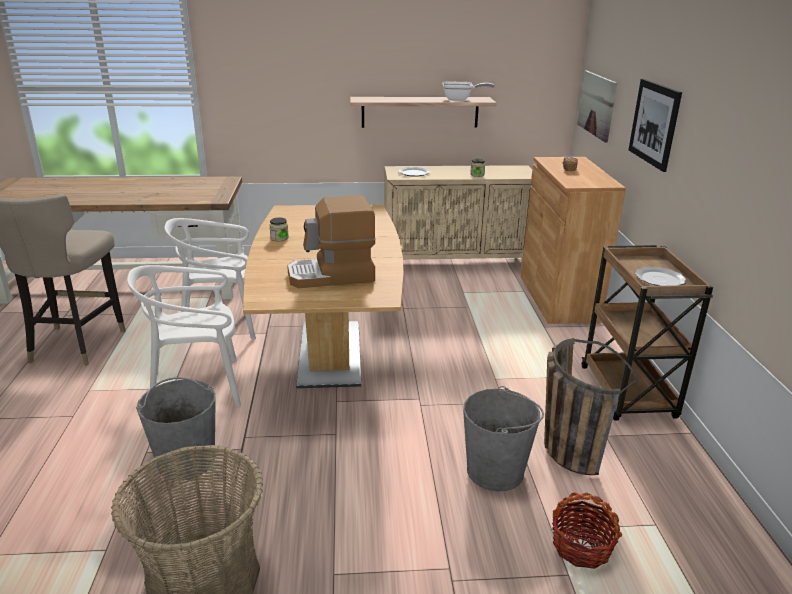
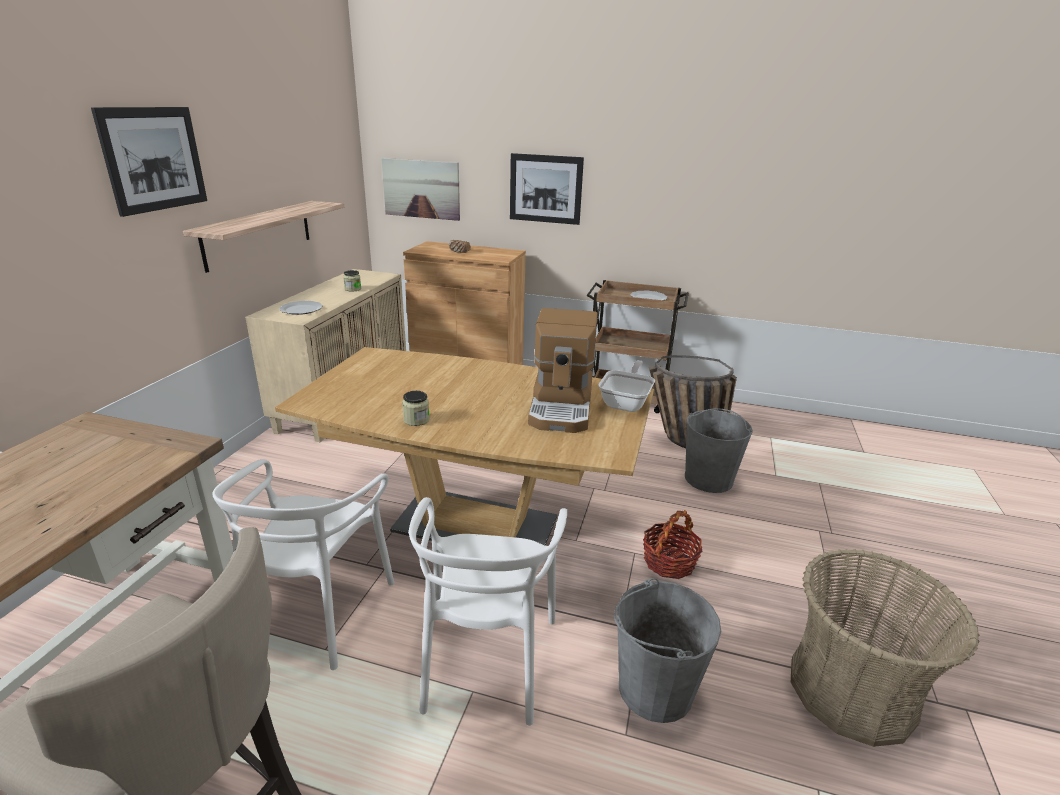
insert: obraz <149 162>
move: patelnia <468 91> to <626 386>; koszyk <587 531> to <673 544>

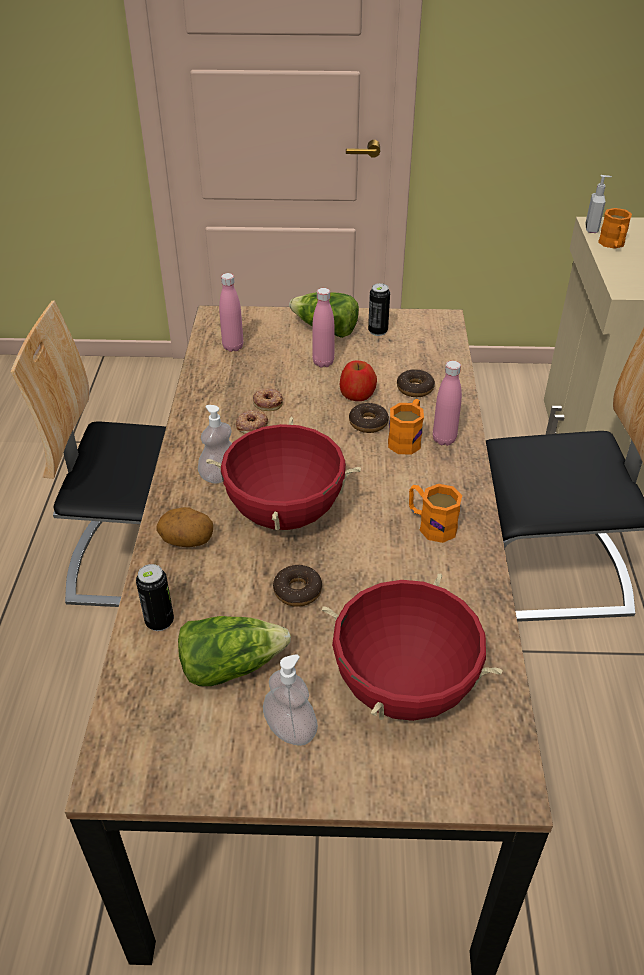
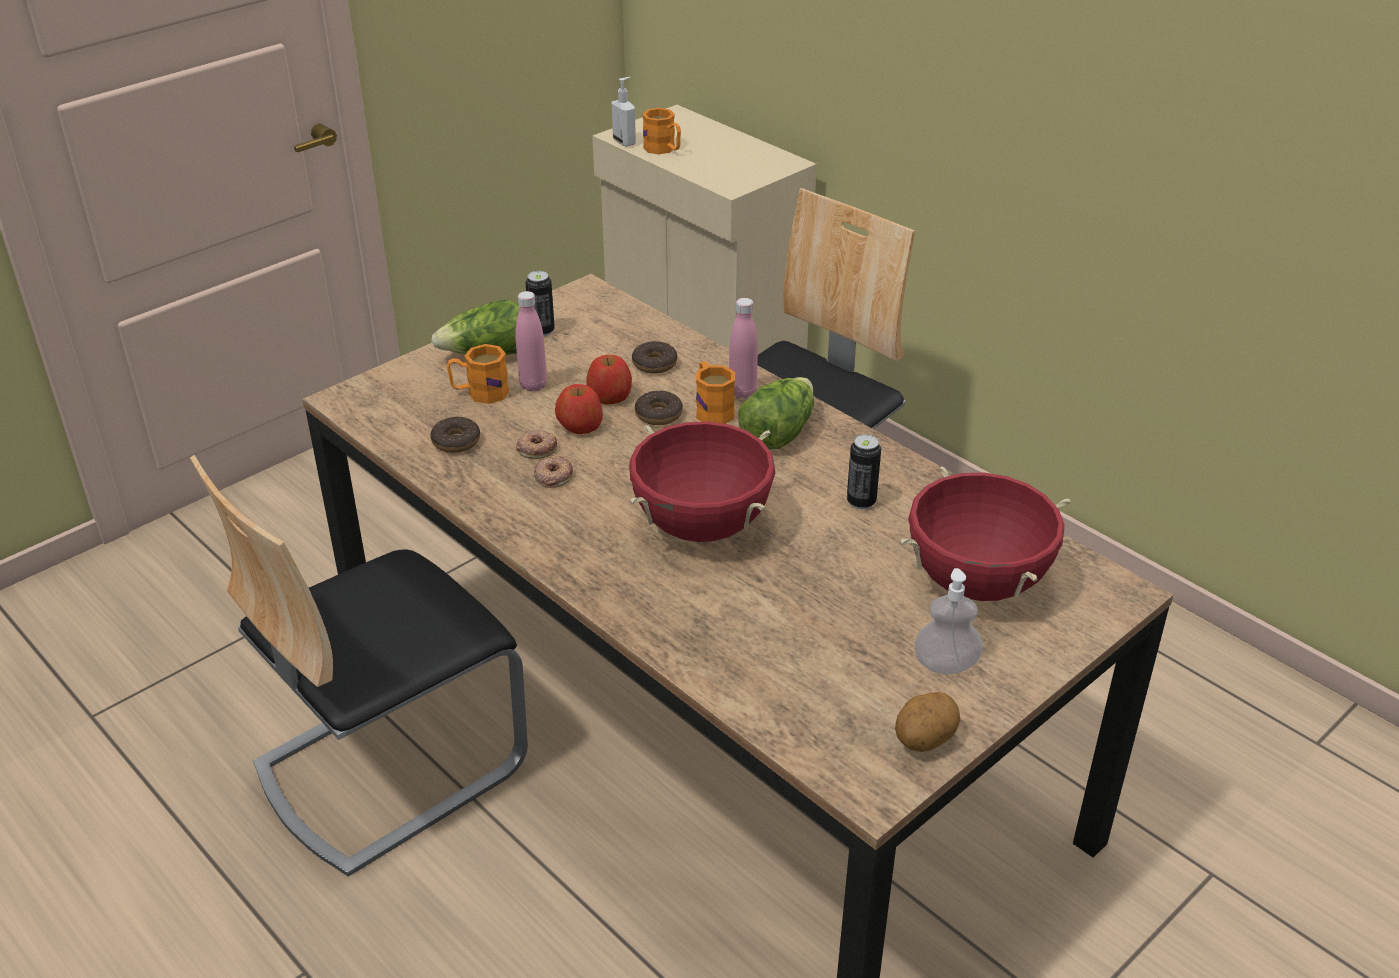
delete: dozownik mydła <215 444>; butelka [różowy] <231 312>
insert: jabłko <579 409>
move: puszka <155 597> to <864 472>; ziemniak <184 527> to <927 722>; sałata <234 651> to <776 413>; donut <297 586> to <455 434>; kubek [pomarańczowy] <435 513> to <478 374>

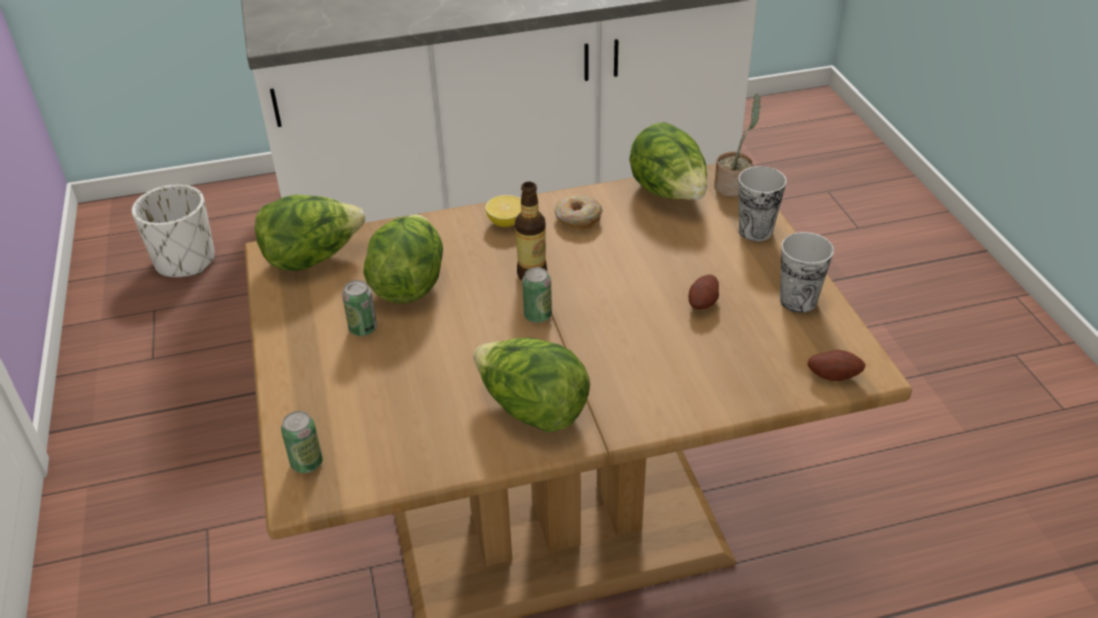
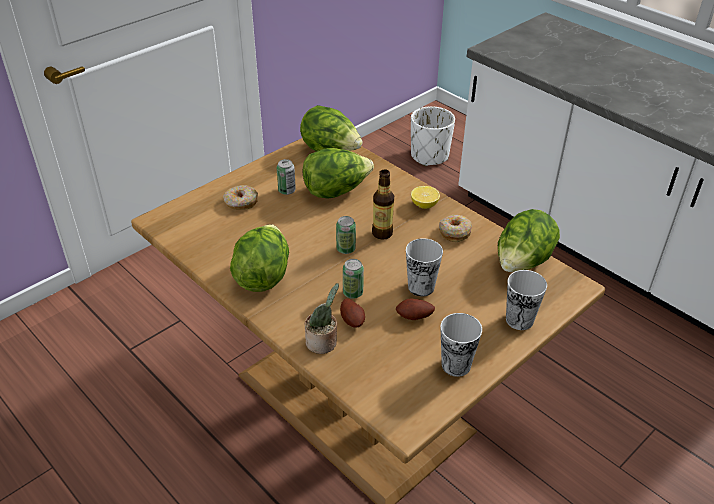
insert: donut <240 197>; filiżanka <424 267>
move: puszka <302 442> to <353 279>; roślina doniczkowa <737 145> to <322 318>; ziemniak <837 365> to <352 313>

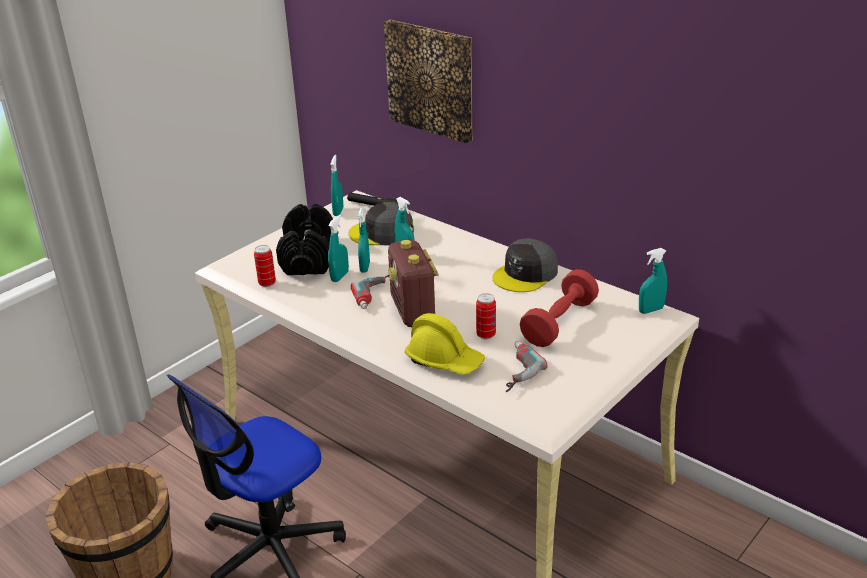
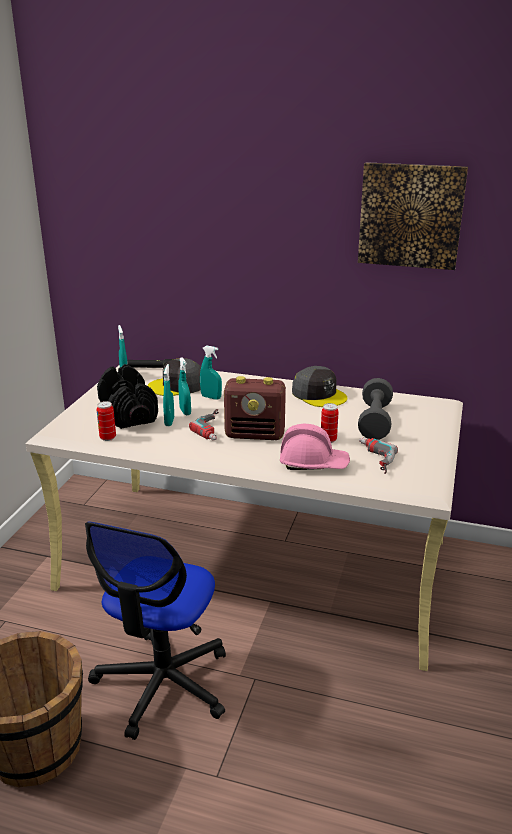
delete: spryskiwacz [turkusowy] <653 281>
move: obraz <428 81> to <413 216>
recolor: kask [żółty] <445 344> to kask [różowy] <315 447>; hantel [czerwony] <559 308> to hantel [szary] <375 409>
rotate: radio <413 283> = <255 408> 45 degrees counterclockwise; czapka z daszkiem [szary] <525 265> = <319 386> 60 degrees counterclockwise

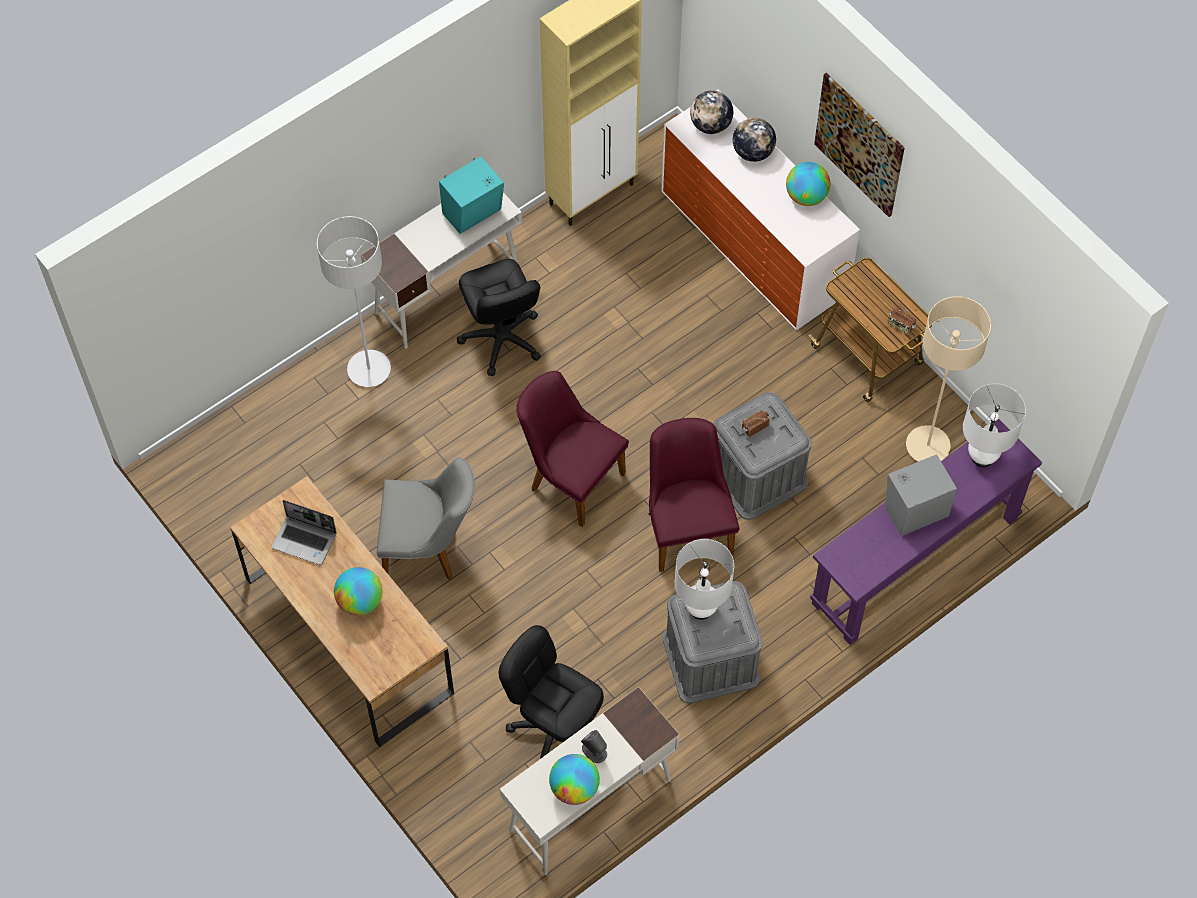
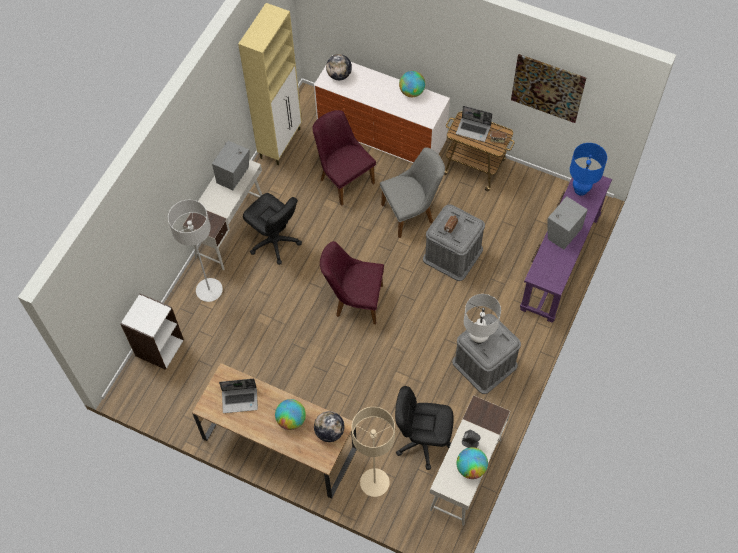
insert: regał [biały] <152 331>; laptop <474 124>
move: krzesło [szary] <426 518> to <412 192>; krzesło [fioletowy] <694 495> to <344 158>; globus <754 140> to <329 426>; obraz <859 145> to <548 88>; lampa stojąca [beżowy] <948 379> to <373 452>
recolor: głośnik [turkusowy] <471 195> to głośnik [szary] <231 165>; lampa stołowa [biały] <994 425> to lampa stołowa [niebieski] <588 169>

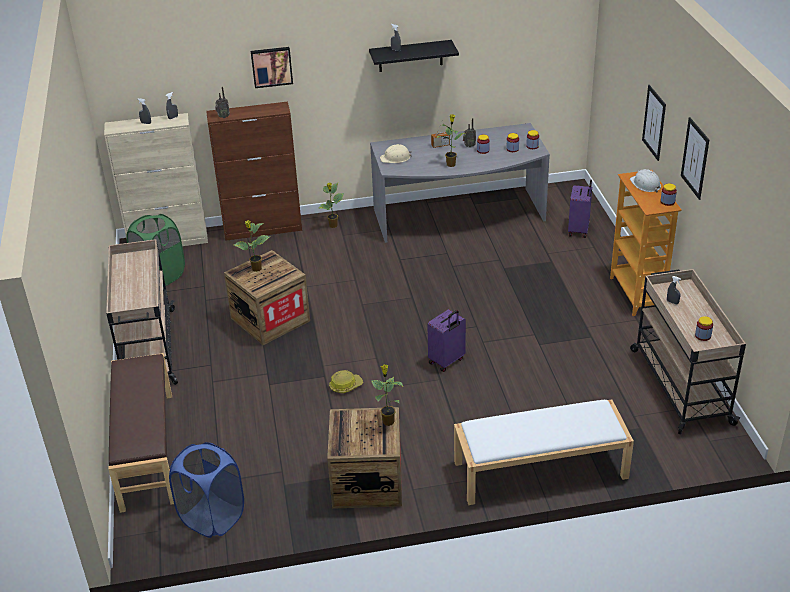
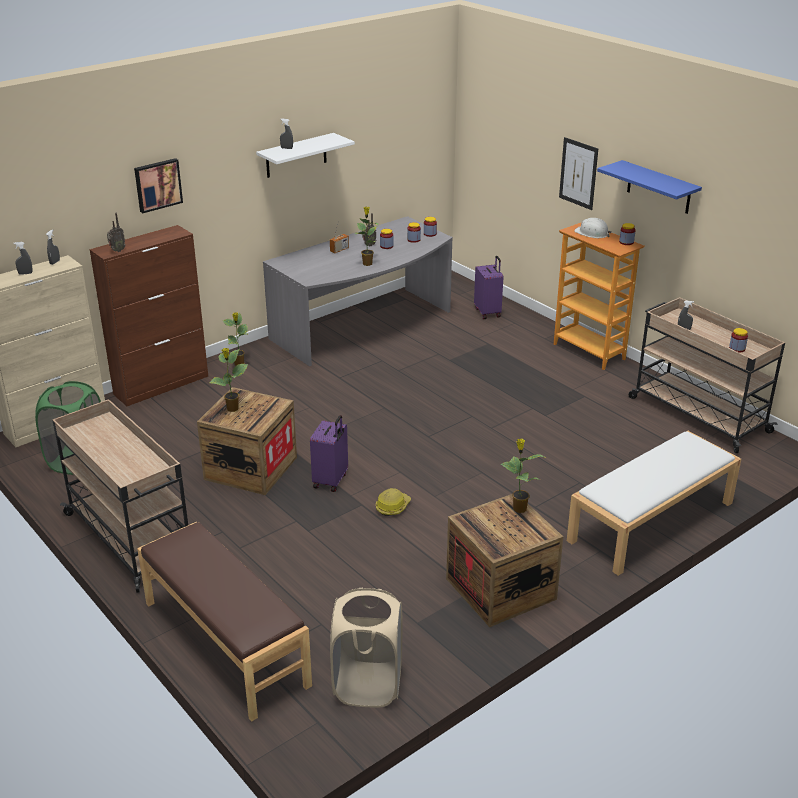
delete: kask [beżowy] <396 153>
move: walizka [fioletowy] <446 340> to <329 453>
replace: obraz <695 158> to półka [niebieski] <649 187>
recolor: kosz na pranie [niebieski] <206 490> to kosz na pranie [beżowy] <366 647>; półka [czarny] <414 56> to półka [biały] <305 155>

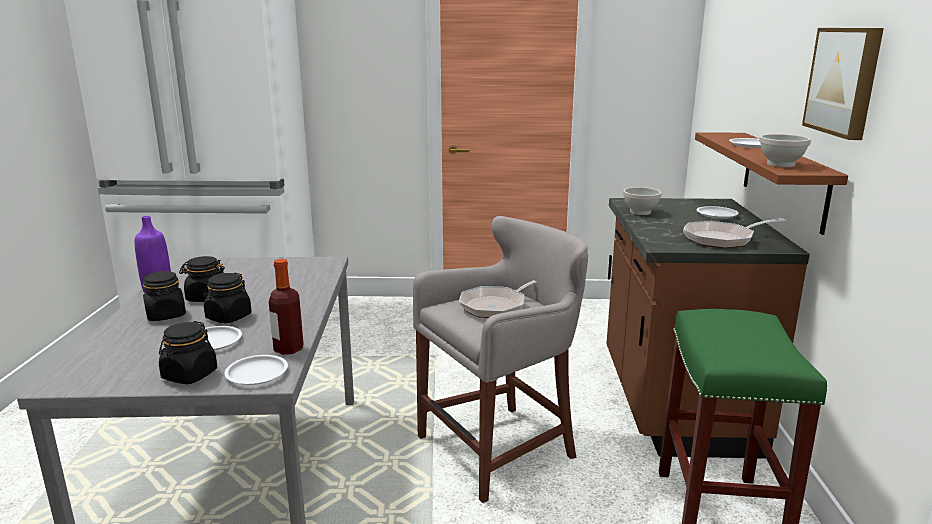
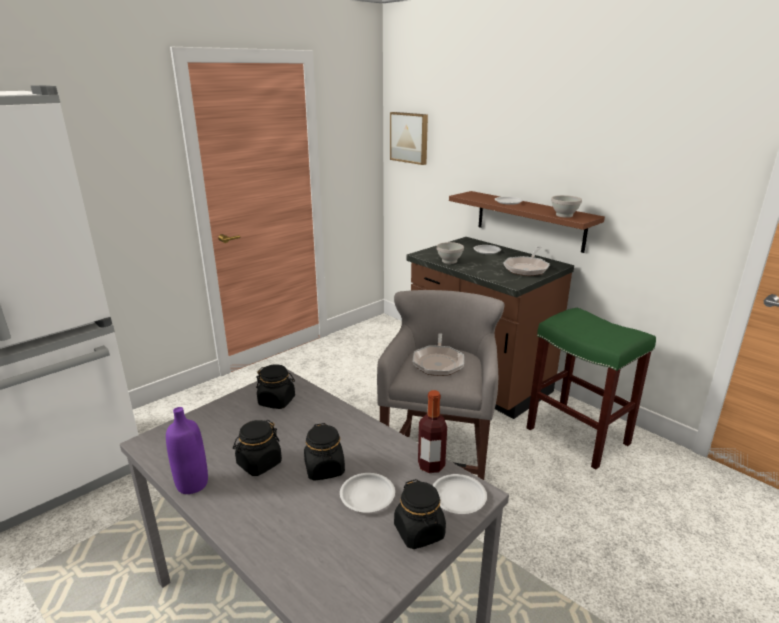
move: słoik [czarny] <164 296> to <275 386>; obraz <843 84> to <409 138>

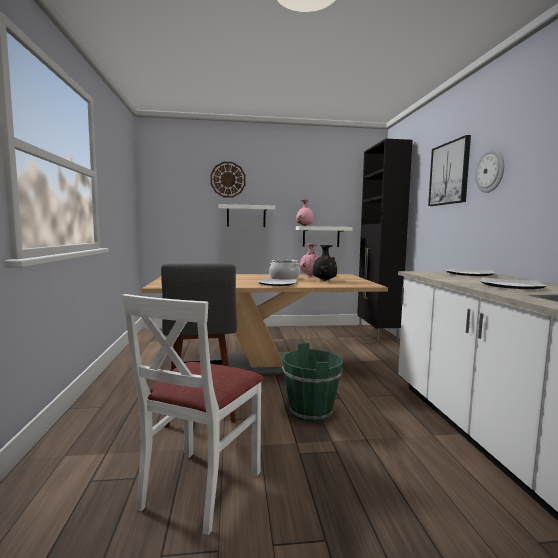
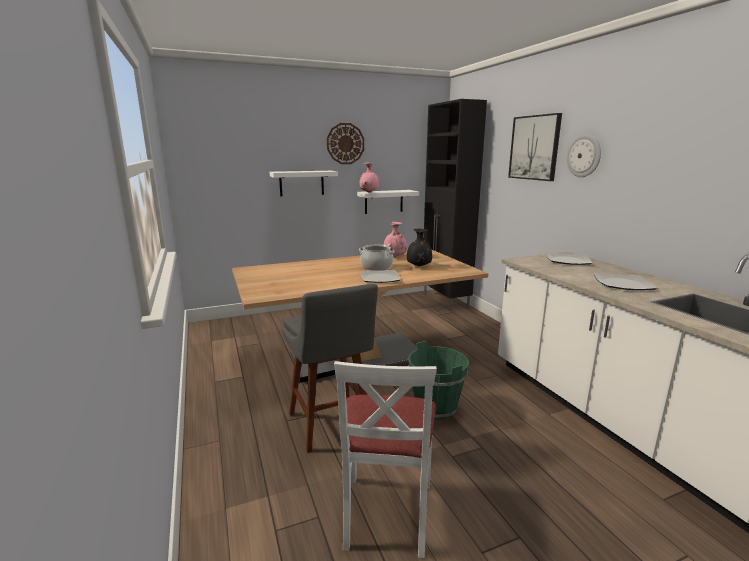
move: zegar ścienny <228 180> to <345 143>

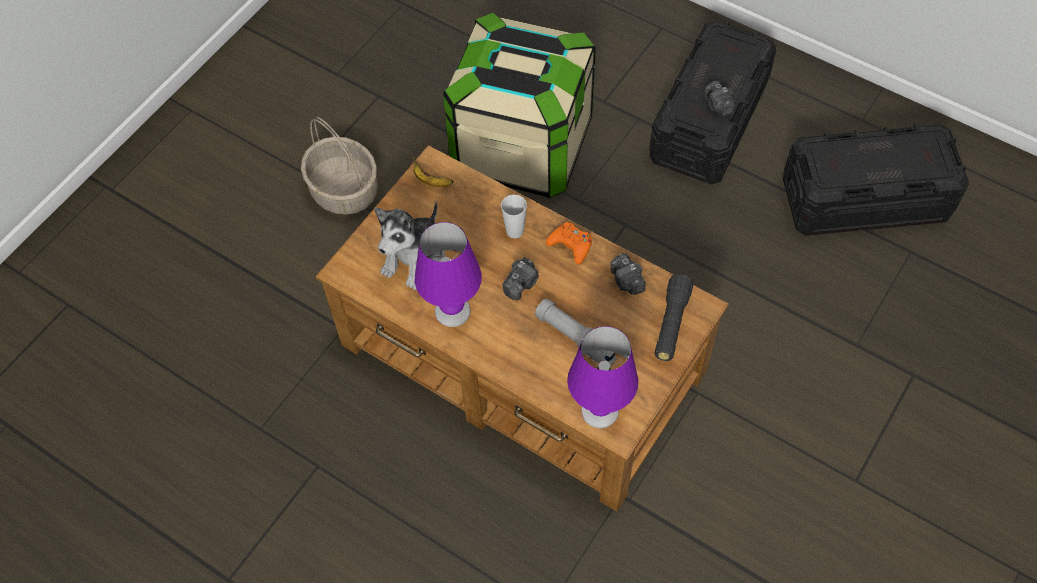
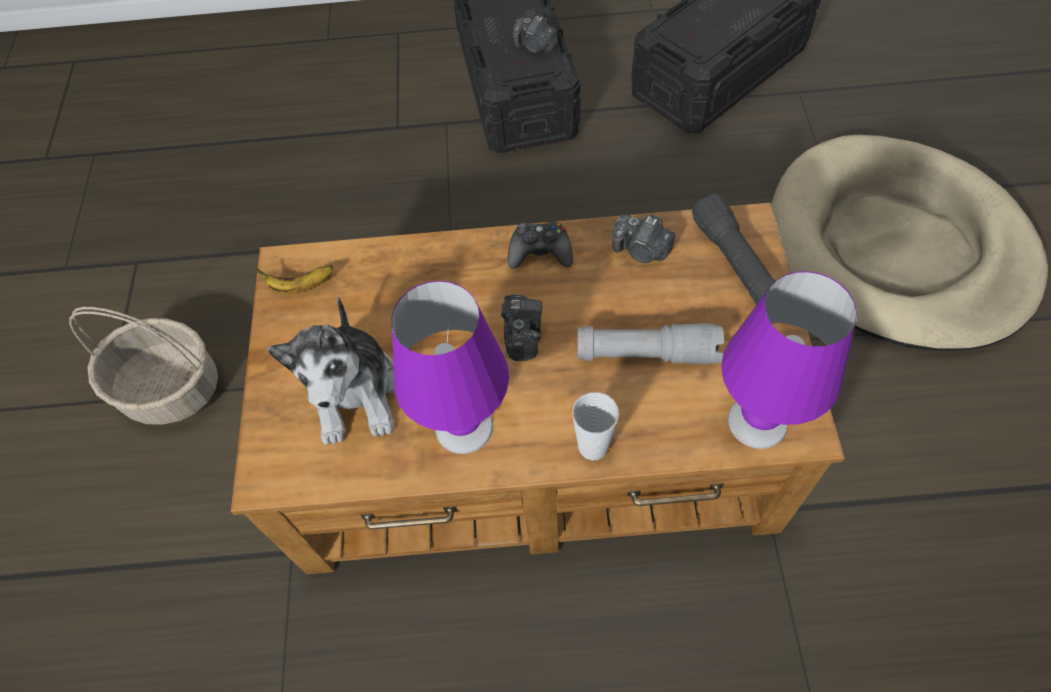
delete: pojemnik do przechowywania <519 105>
insert: legowisko [beżowy] <909 243>
move: filiżanka <514 216> to <595 426>
recolor: pad do gier [pomarańczowy] <569 243> to pad do gier [czarny] <540 245>

